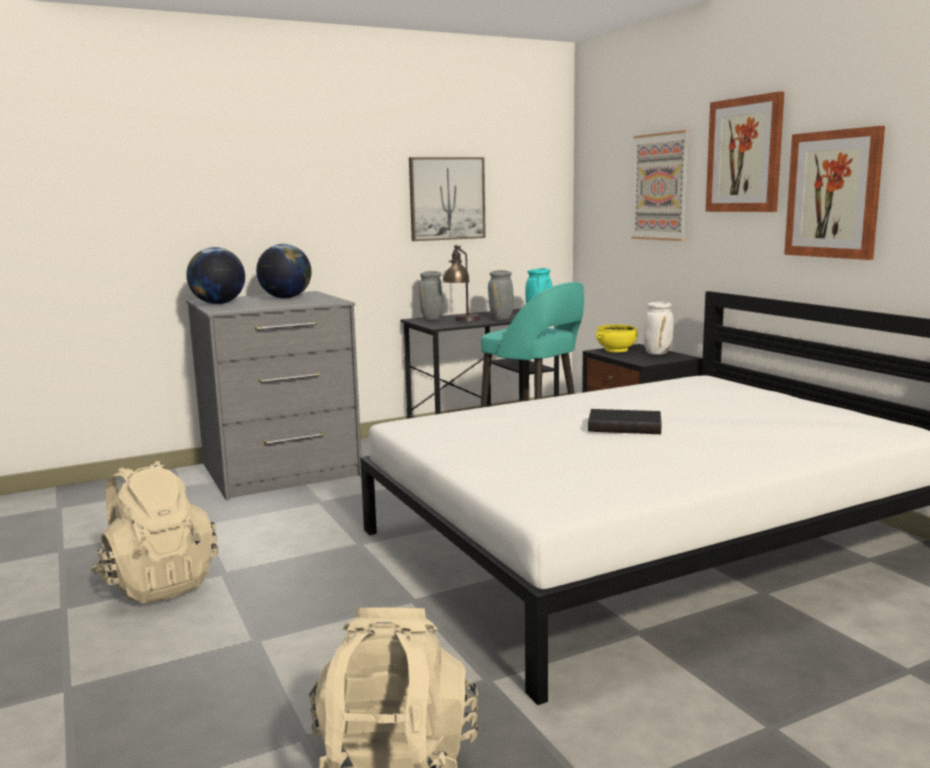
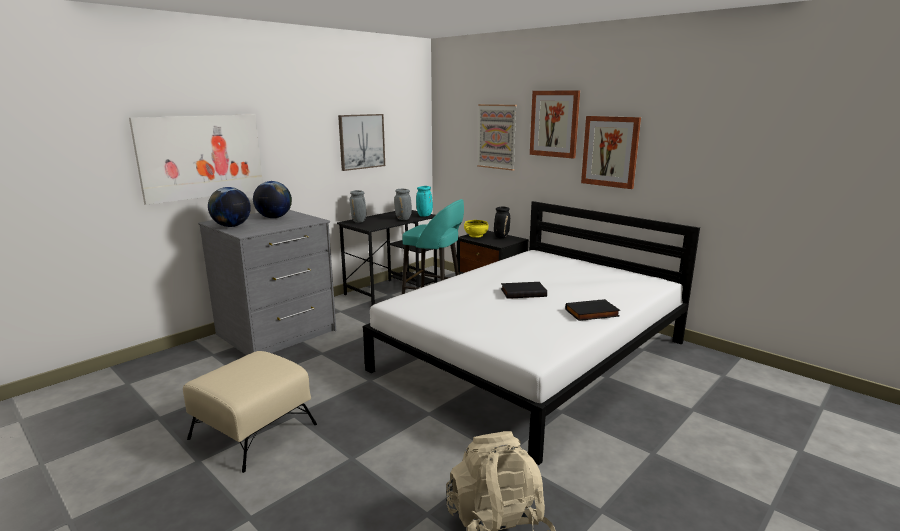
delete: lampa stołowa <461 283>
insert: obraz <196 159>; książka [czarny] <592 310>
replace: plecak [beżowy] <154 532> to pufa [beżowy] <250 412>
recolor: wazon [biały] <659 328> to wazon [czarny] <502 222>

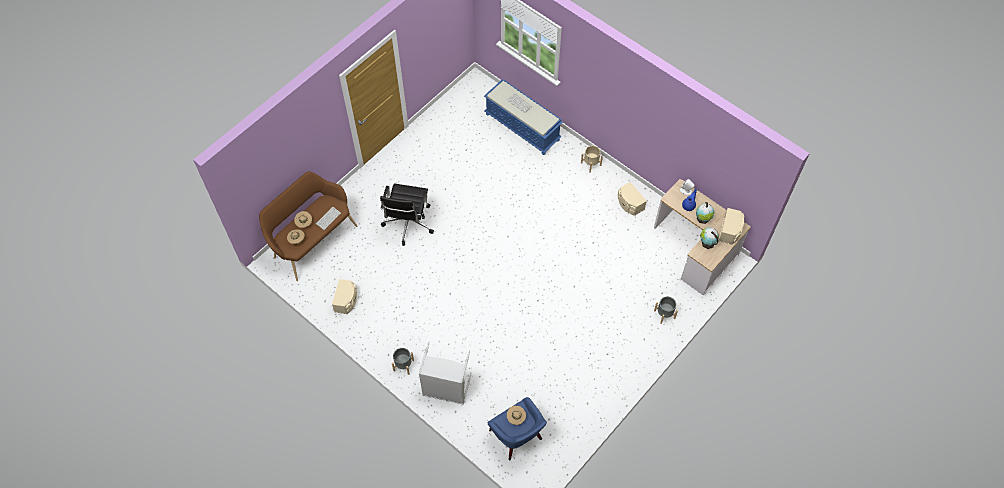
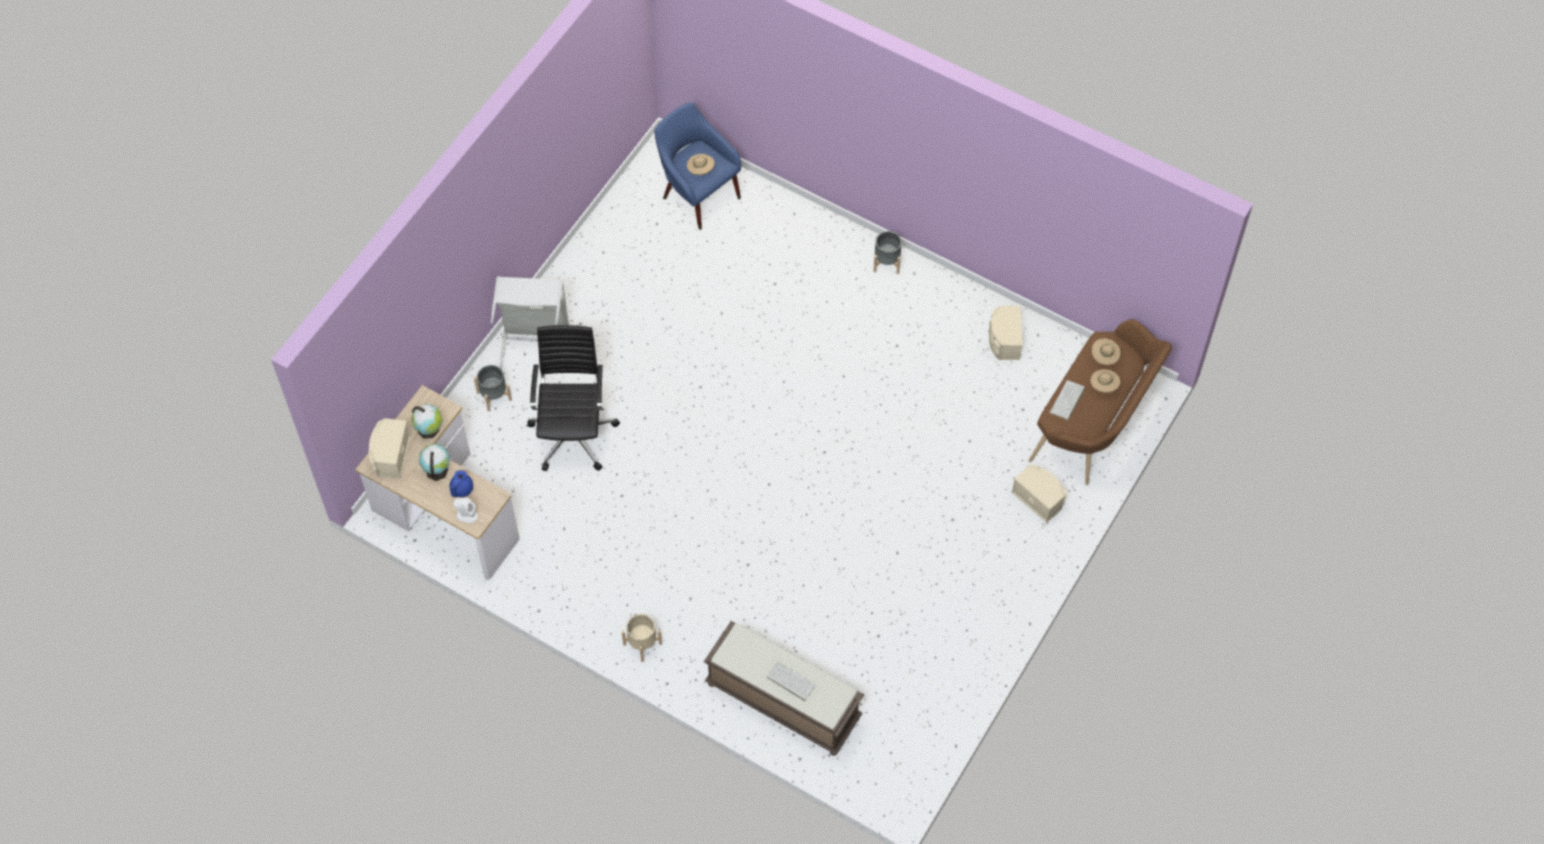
move: krzesło biurowe [czarny] <407 215> to <573 398>; kosz na pranie [szary] <445 373> to <530 322>; głośnik [beżowy] <632 199> to <1039 494>
recolor: ławka [niebieski] <523 117> to ławka [brązowy] <784 688>

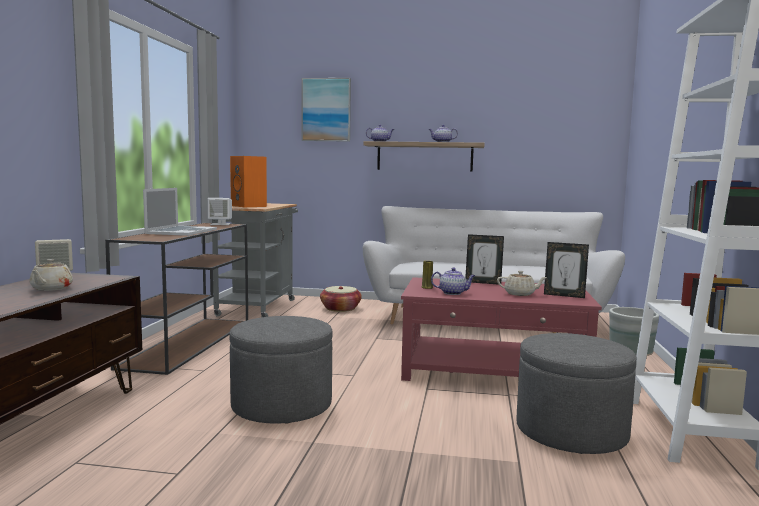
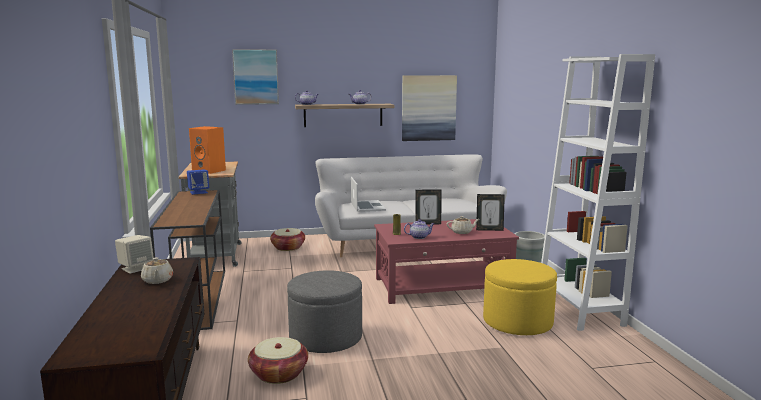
insert: koszyk <278 360>; obraz <429 108>
move: laptop <180 212> to <368 194>
recolor: głośnik [biały] <220 211> to głośnik [niebieski] <198 182>; pufa [szary] <577 393> to pufa [żółty] <520 297>

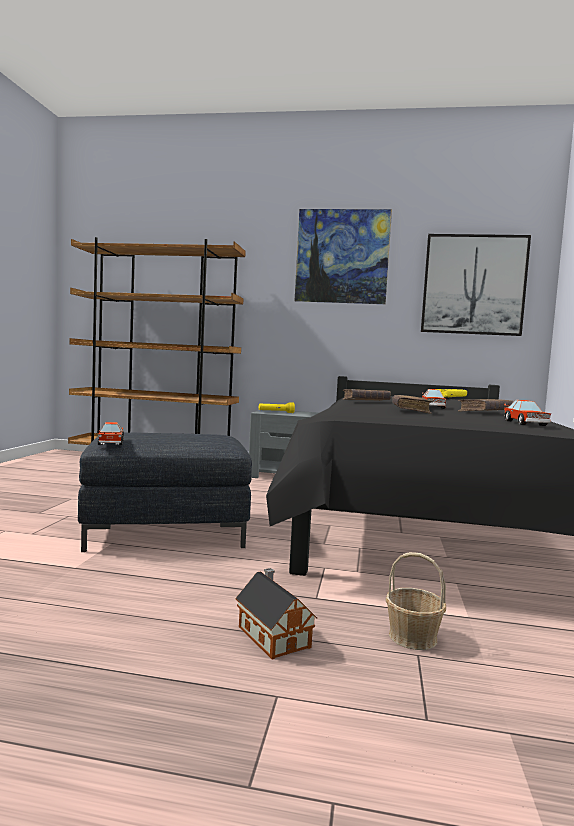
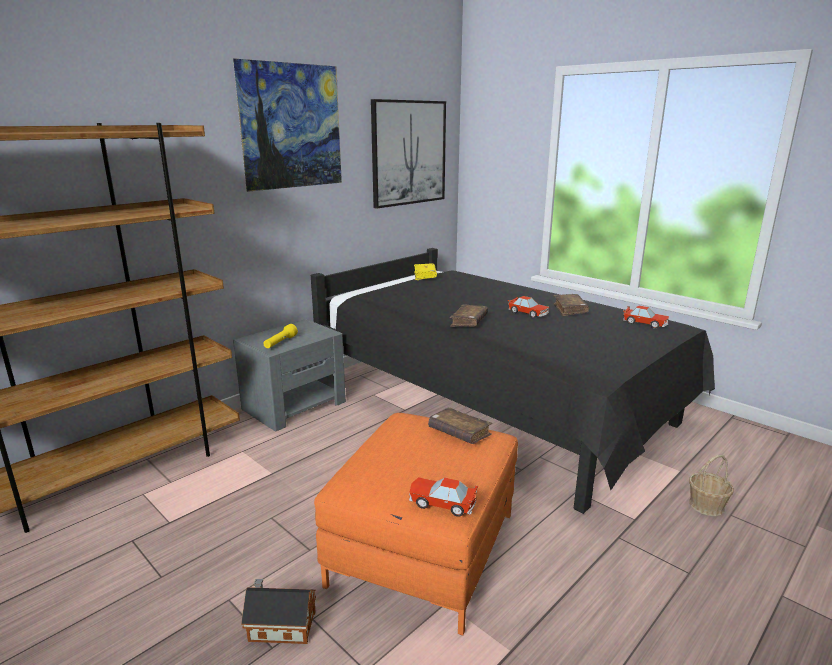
move: domek <276 613> to <278 611>; książka [brązowy] <412 404> to <460 425>
recolor: pufa [szary] <165 492> to pufa [pomarańczowy] <416 524>

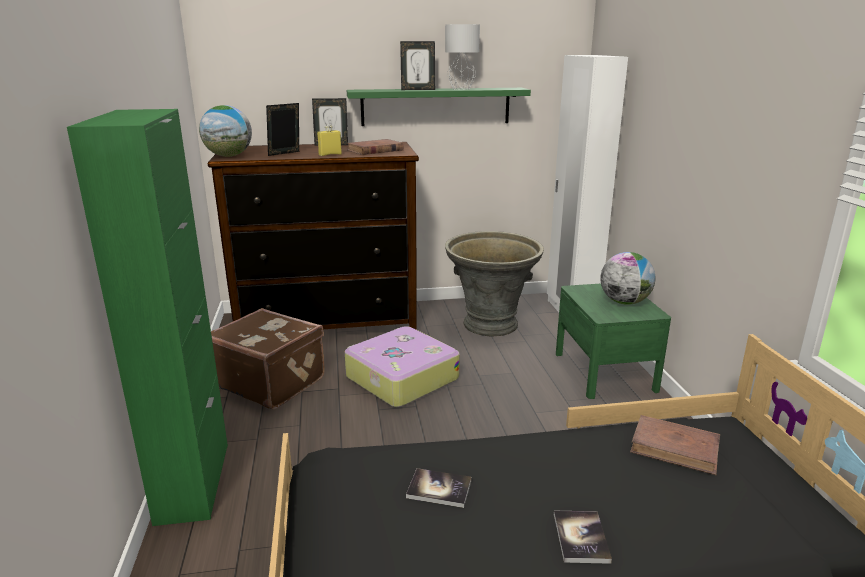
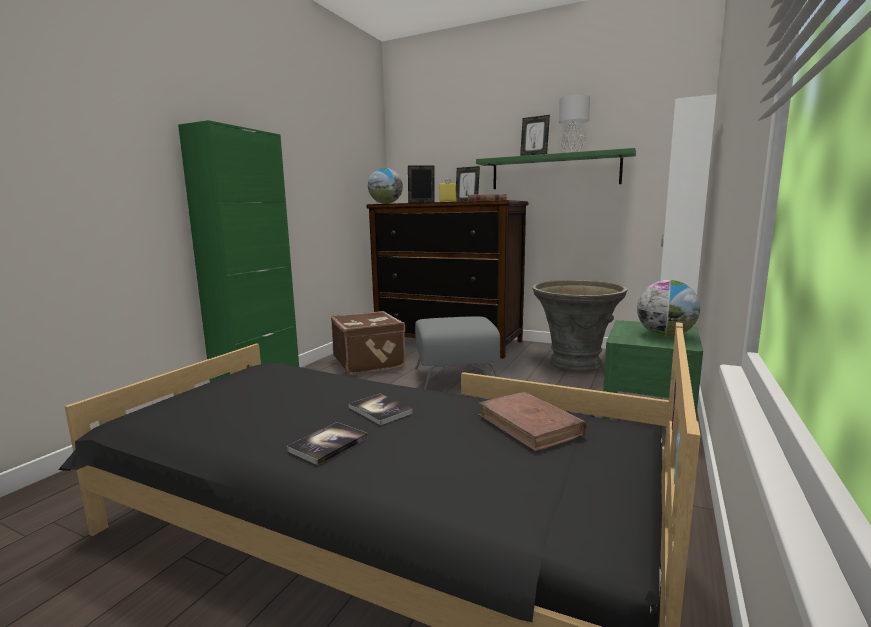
move: książka <439 488> to <381 409>
replace: walizka <402 366> to pufa [szary] <457 353>

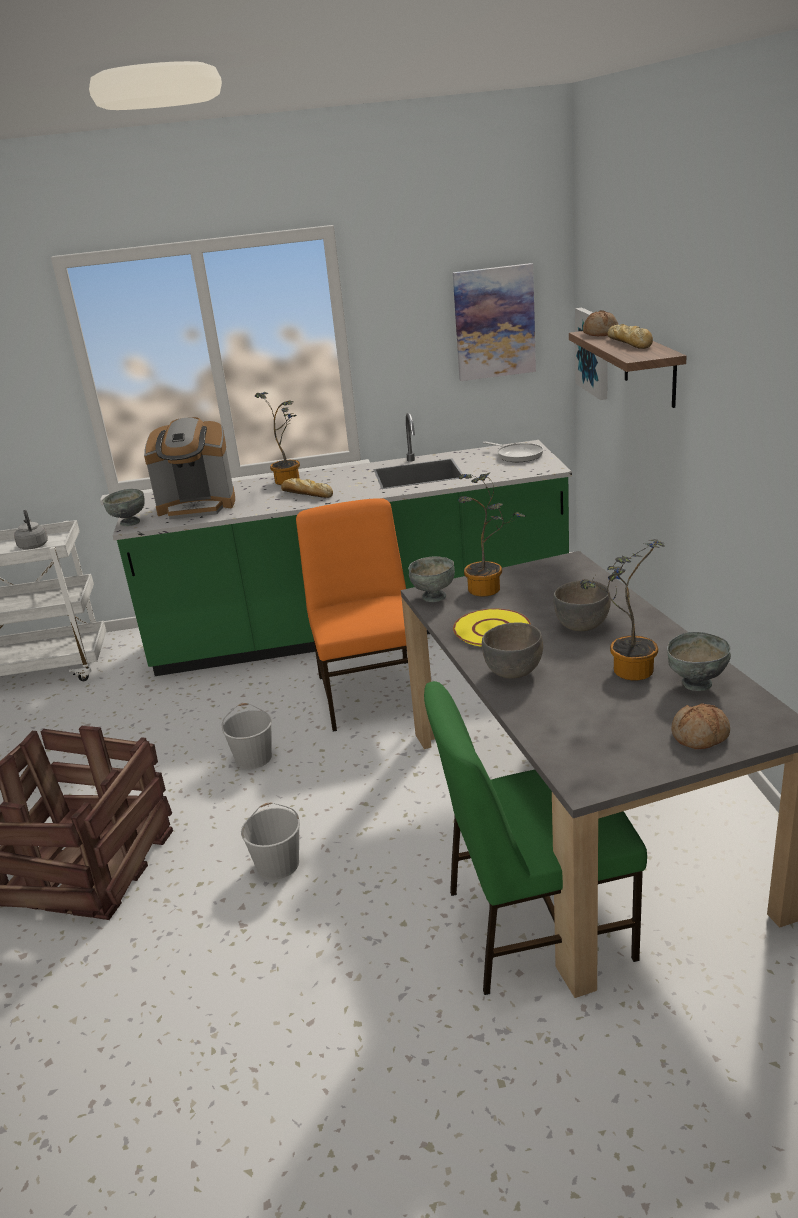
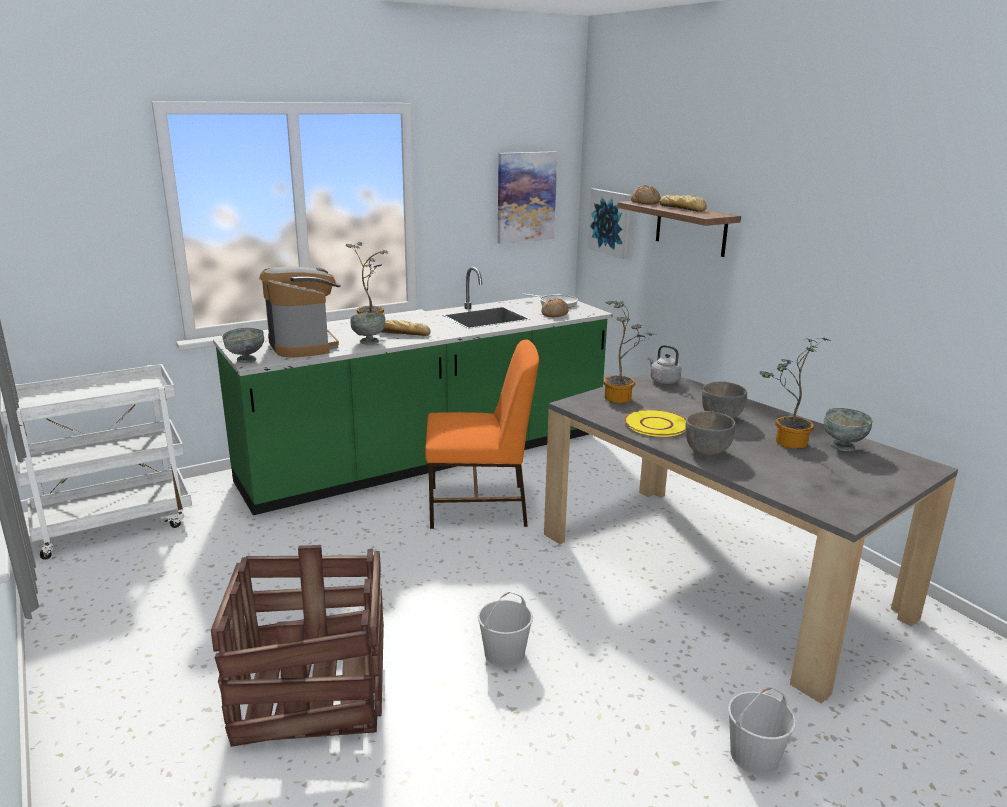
delete: krzesło [zielony] <535 838>
move: czajnik [szary] <31 530> to <665 364>; wiadro [biały] <247 736> to <762 731>; miska [szary] <431 579> to <367 329>; chleb <700 726> to <555 308>
rotate: ekspres do kawy <189 468> = <300 312> 90 degrees counterclockwise; krzesło [pomarańczowy] <352 615> = <482 434> 120 degrees clockwise

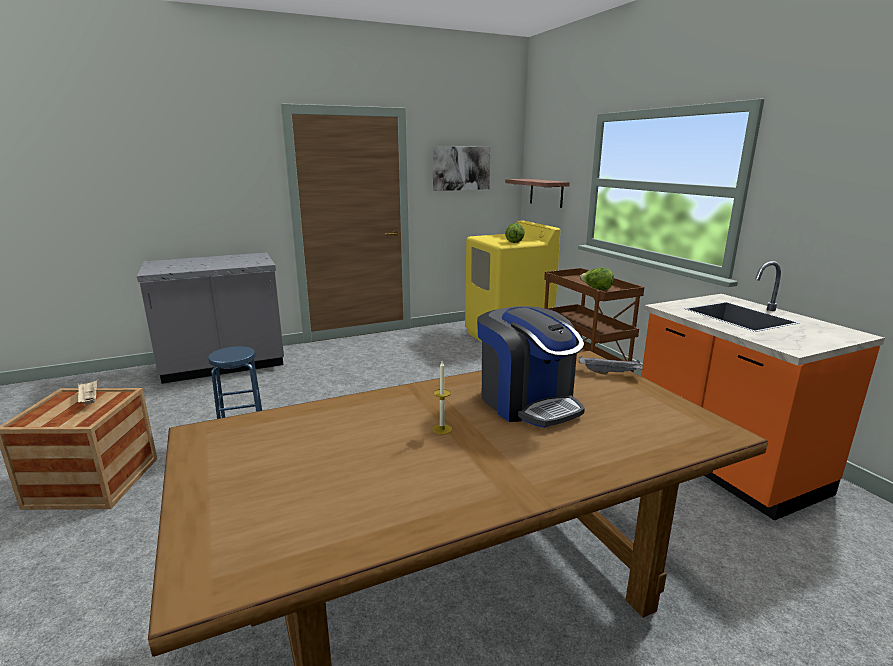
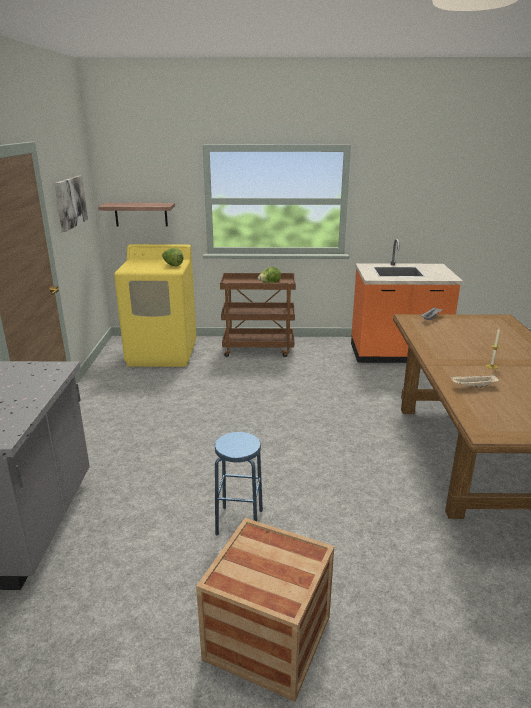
delete: ekspres do kawy <531 367>
move: taca [beżowy] <87 392> to <475 381>

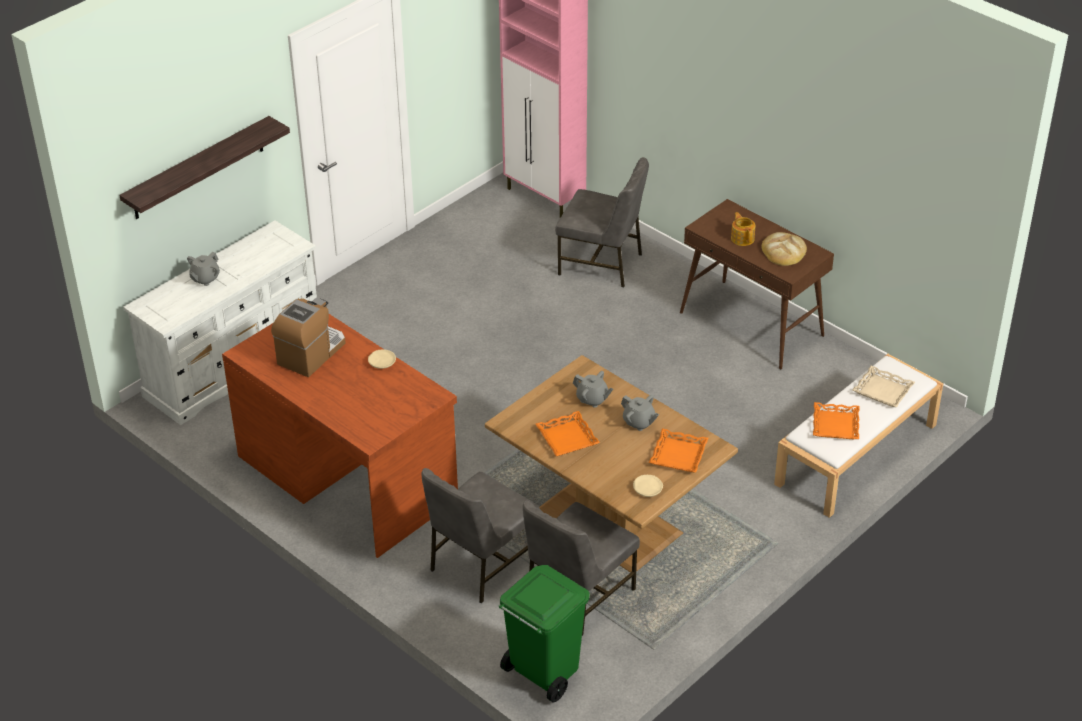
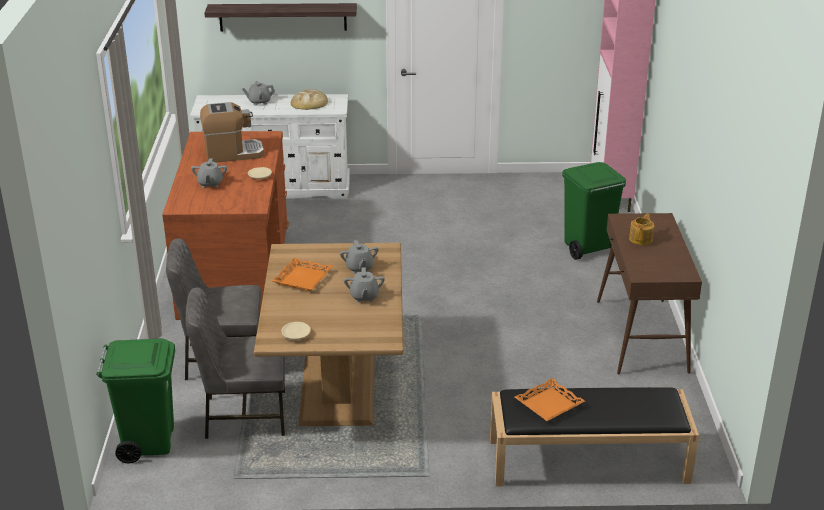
delete: taca [pomarańczowy] <678 450>; taca [beżowy] <883 386>
insert: imbryk [szary] <209 173>
move: chleb <784 249> to <309 99>
replace: krzesło [szary] <602 222> to kosz na śmieci [zielony] <594 211>
recolor: ławka [biały] <859 436> to ławka [czarny] <594 437>

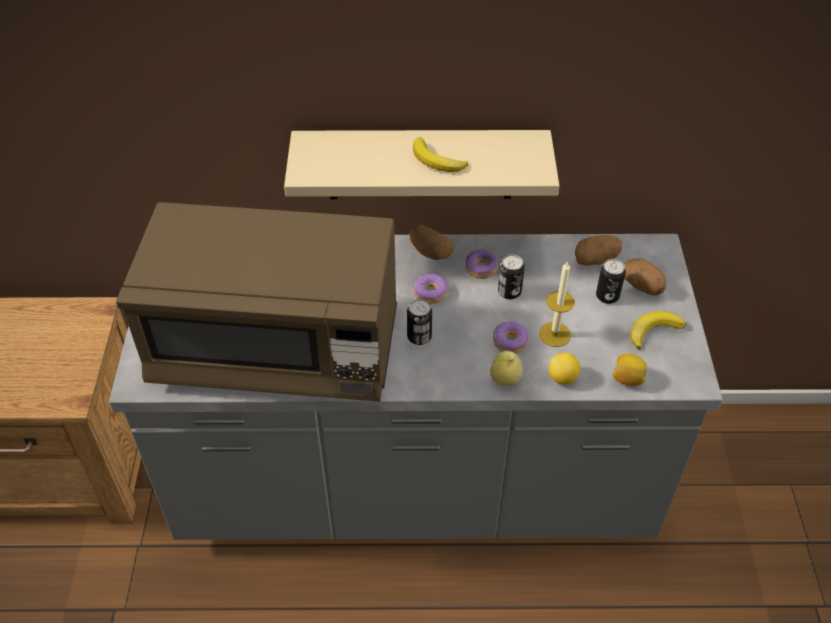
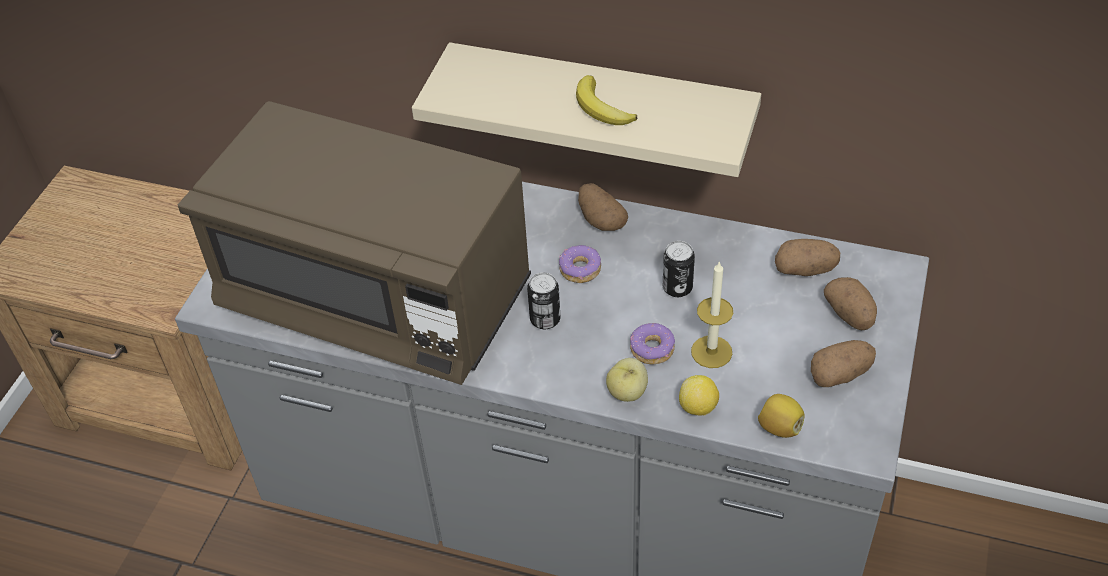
delete: donut <481 264>; puszka <611 281>
replace: banan <658 330> to ziemniak <843 363>

